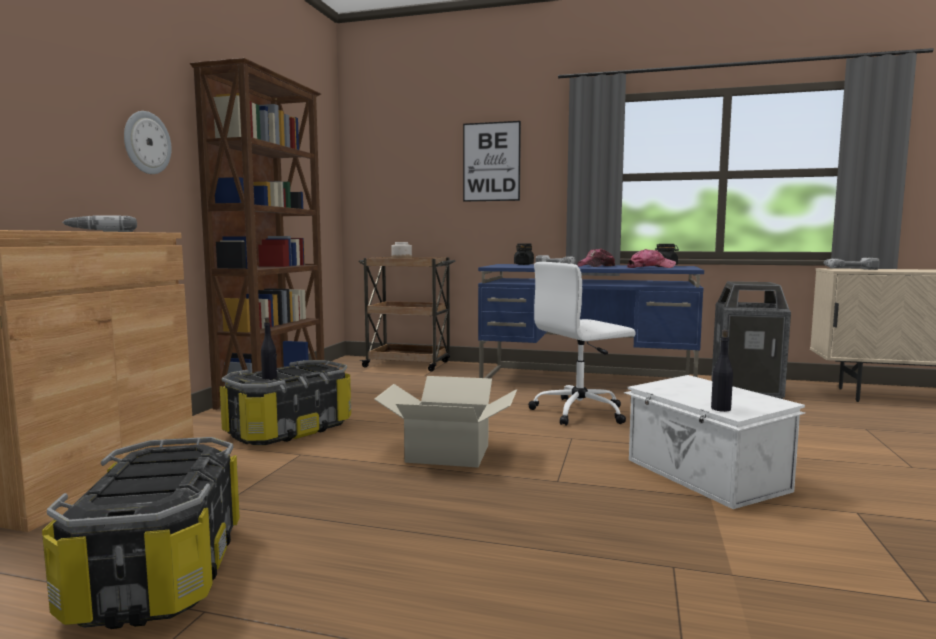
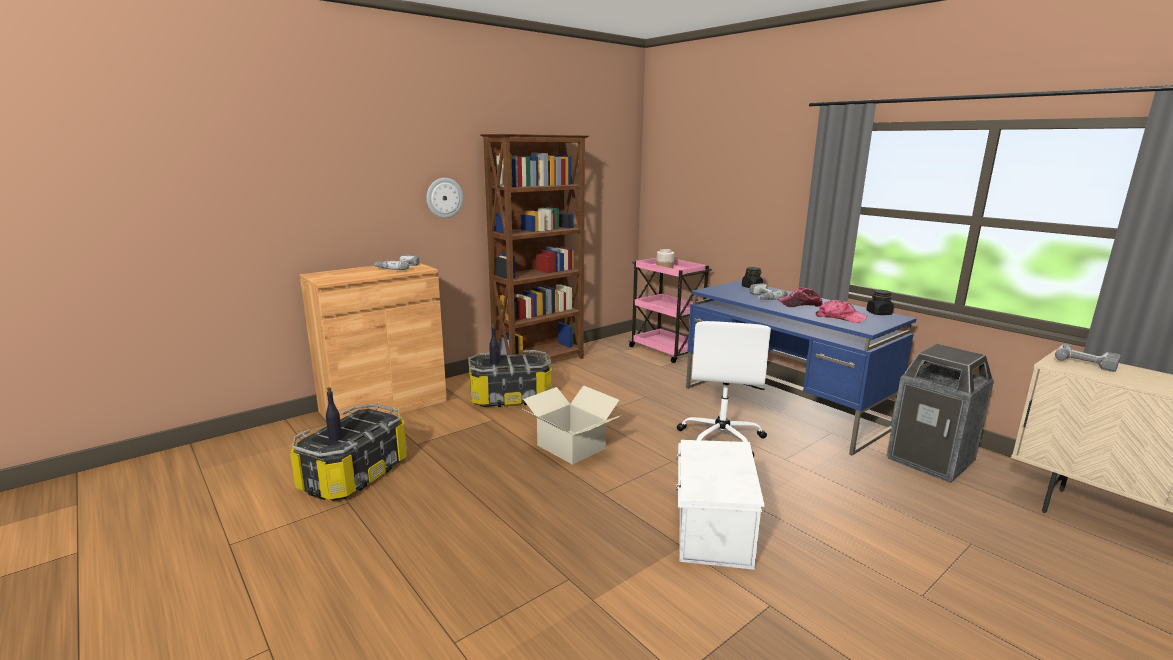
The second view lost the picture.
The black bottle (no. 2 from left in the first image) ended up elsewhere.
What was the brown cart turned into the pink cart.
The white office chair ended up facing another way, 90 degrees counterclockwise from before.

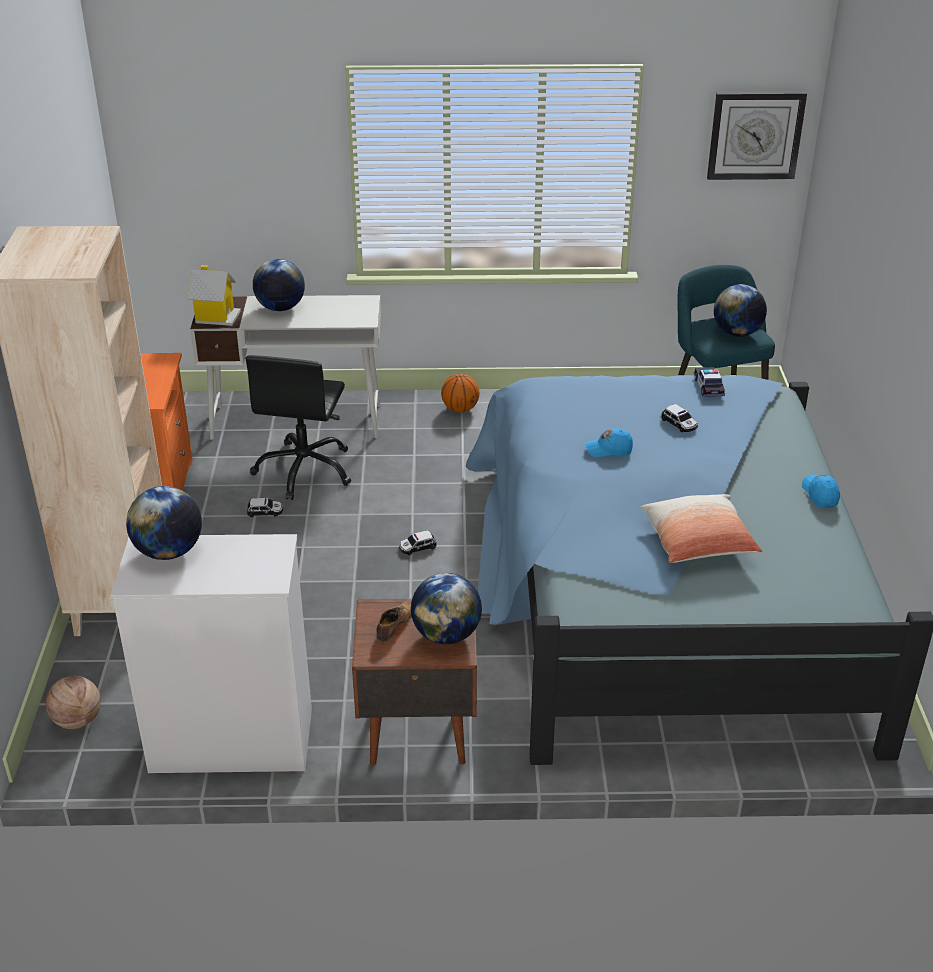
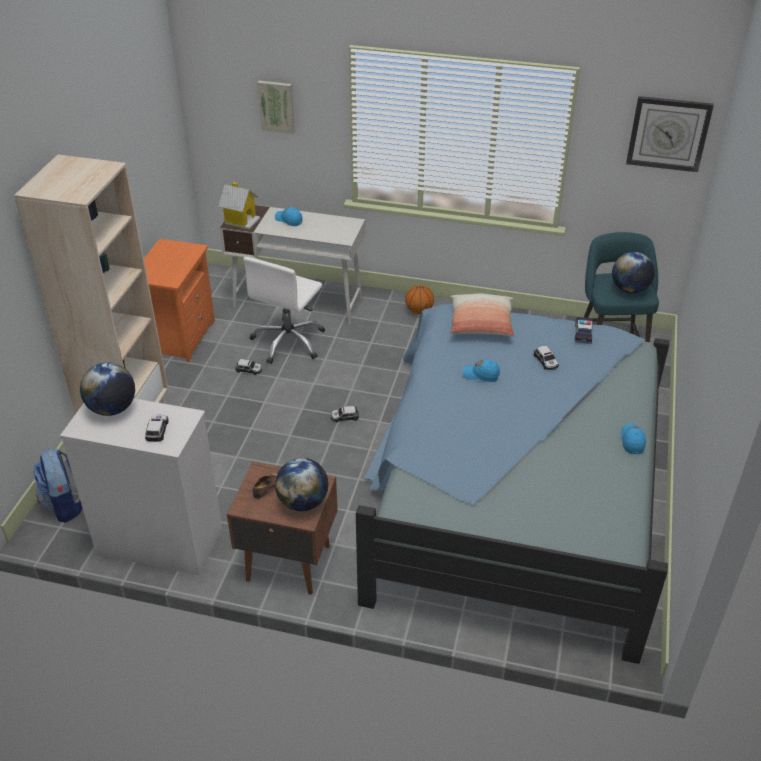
The second view gained the toy car (no. 1 from left).
The second view gained the picture.
The pillow ended up elsewhere.
Where the basketball (no. 1 from left) stood, the backpack came to stand.
Where the globe (no. 2 from left) stood, the blue cap (no. 1 from left) came to stand.
What was the black office chair turned into the white office chair.

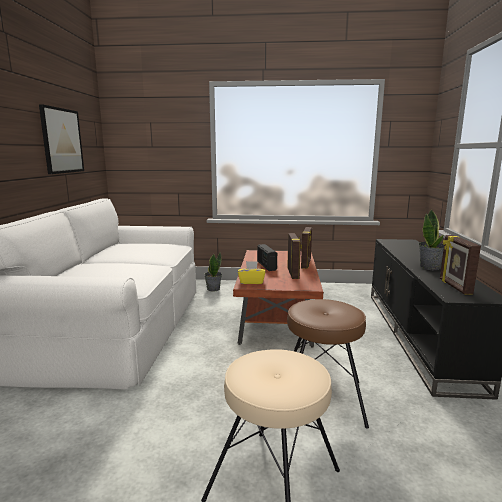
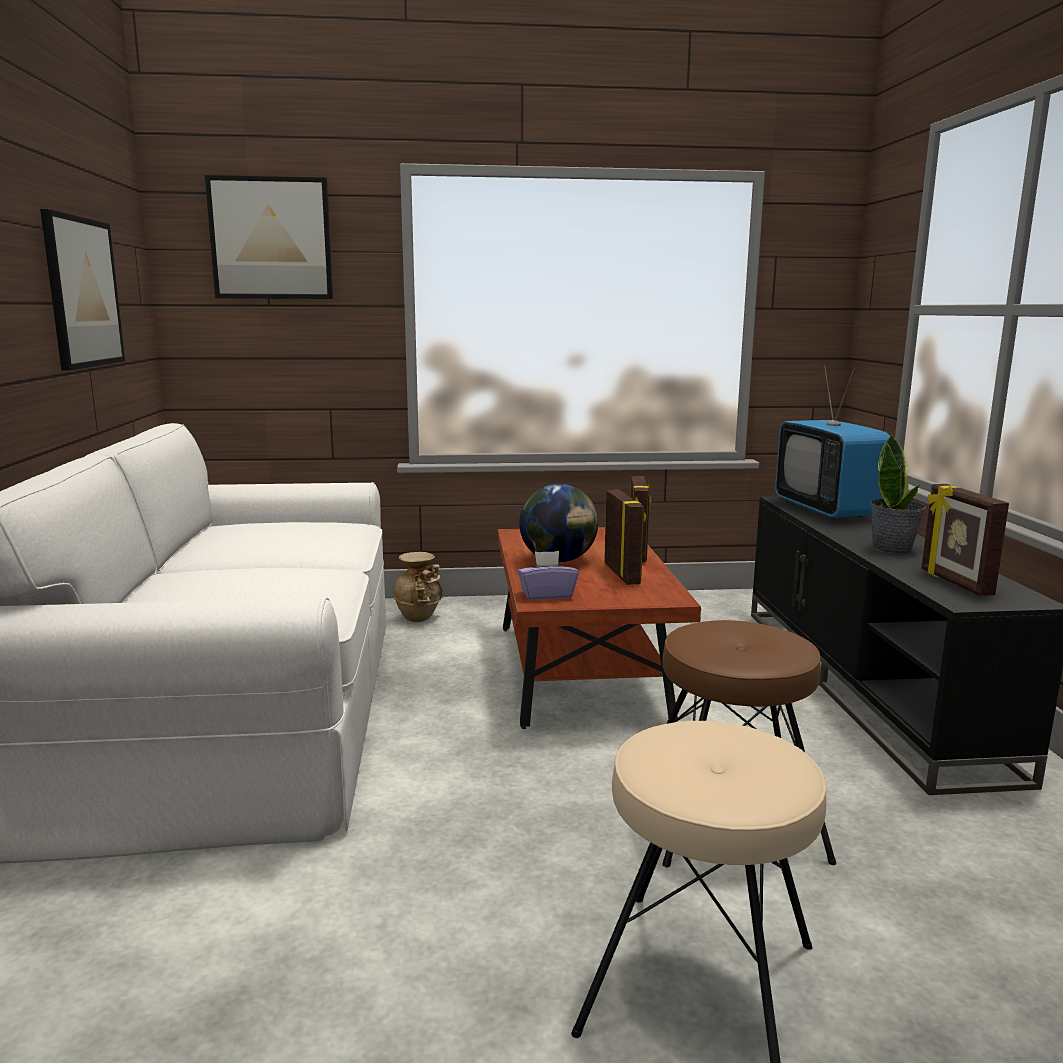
The second view gained the picture (no. 2 from left).
The second view gained the television.
Where the potted plant (no. 1 from left) stood, the beige vase came to stand.
Where the radio stood, the globe came to stand.
What was the yellow tissue box turned into the purple tissue box.

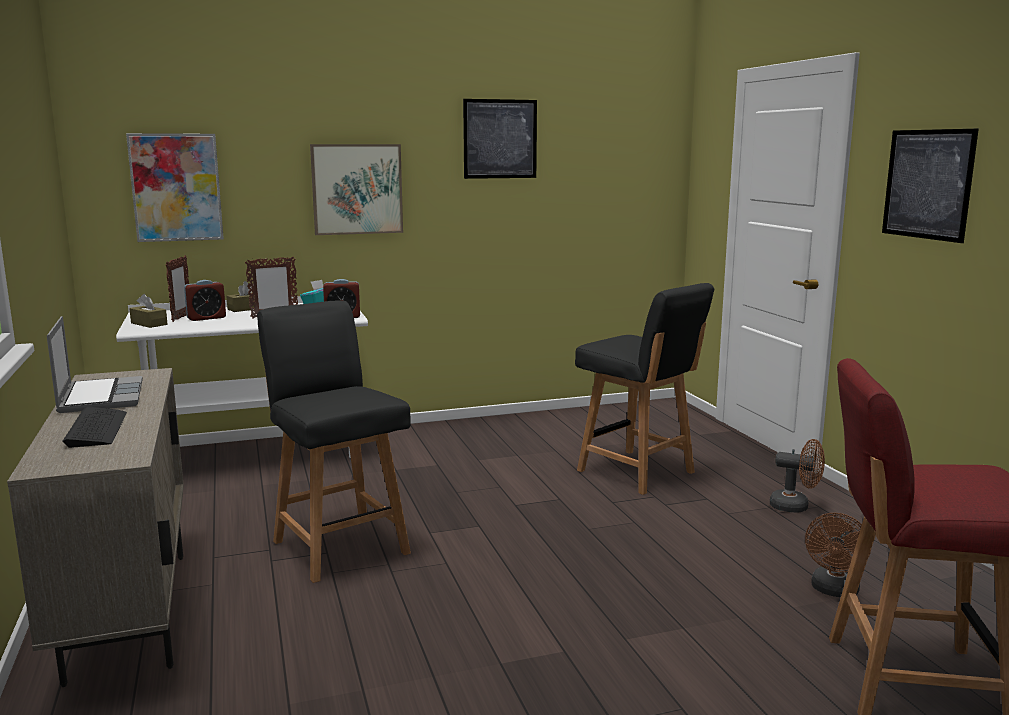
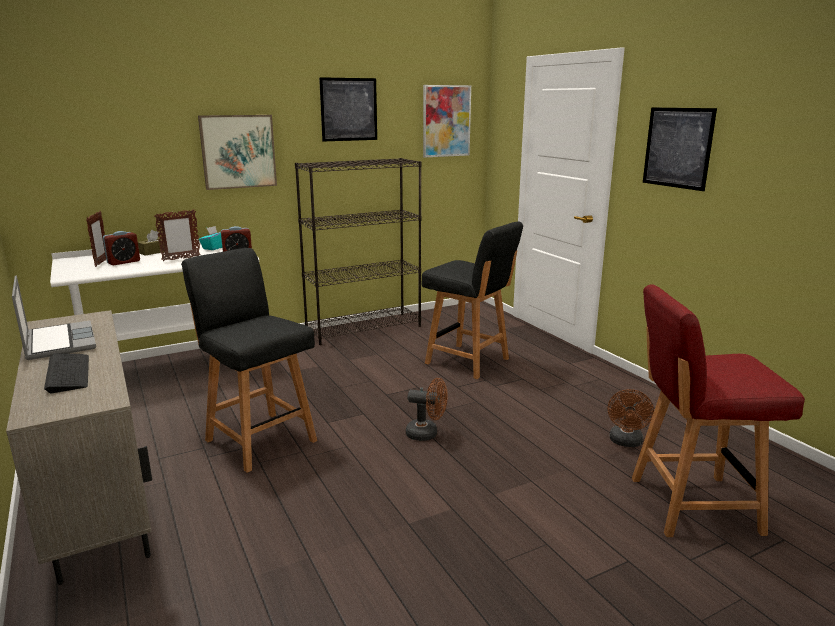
The second view lost the brown tissue box (no. 1 from left).
The second view gained the black bookcase.
The picture (no. 1 from left in the first image) ended up elsewhere.
The brown fan (no. 1 from left) ended up elsewhere.

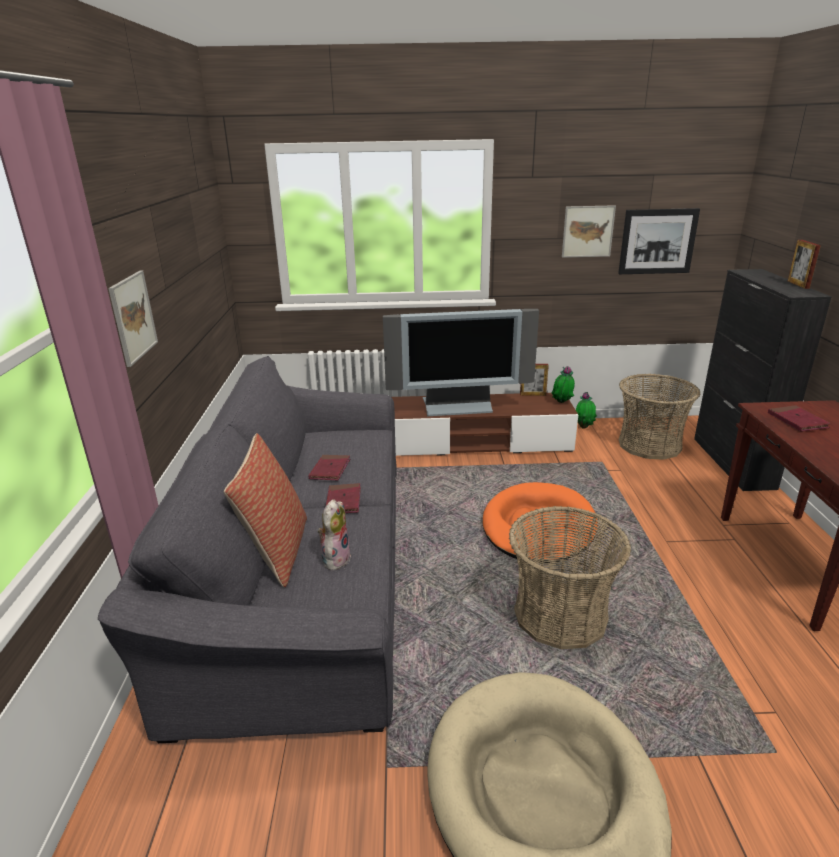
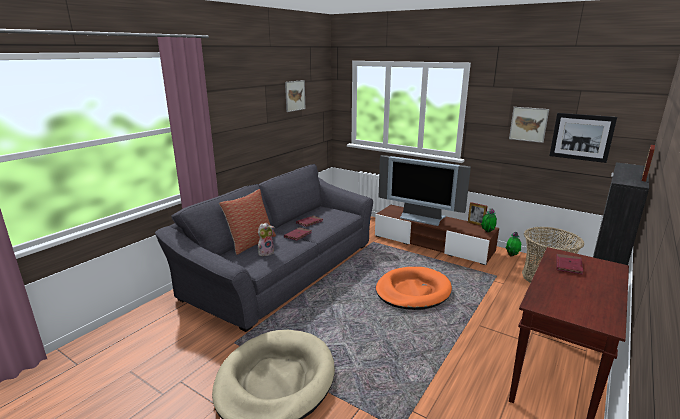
The second view lost the basket (no. 1 from left).
The picture (no. 1 from left) ended up elsewhere.

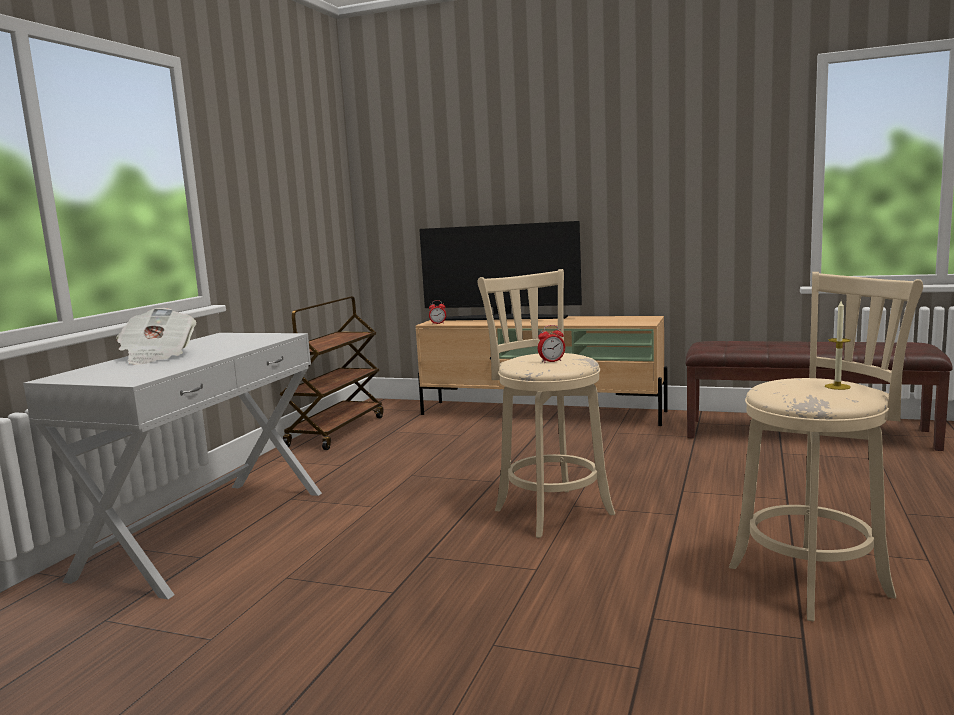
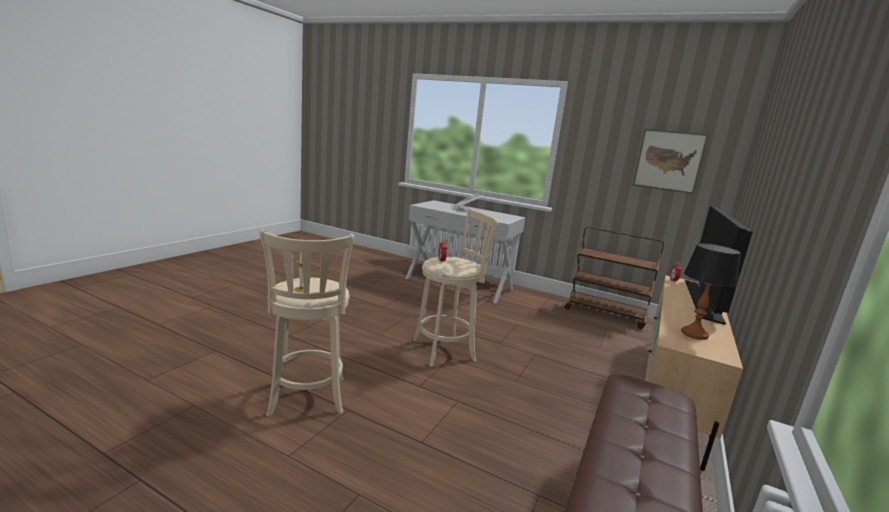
The second view gained the picture.
The second view gained the table lamp.

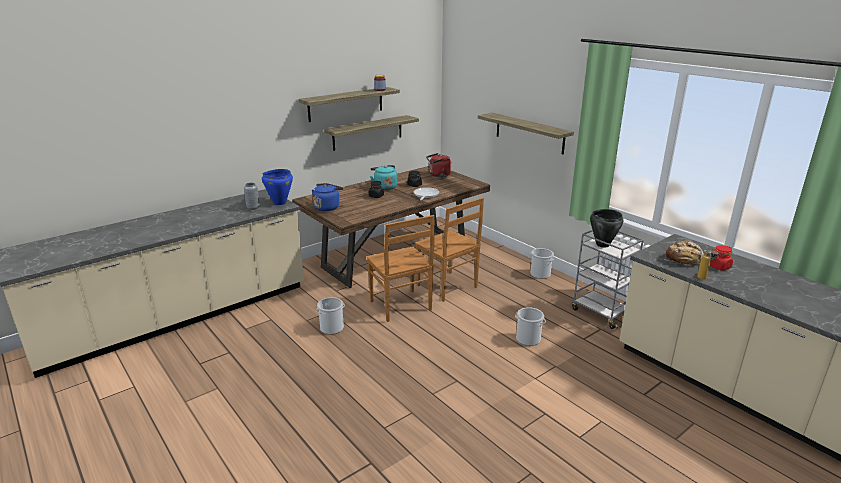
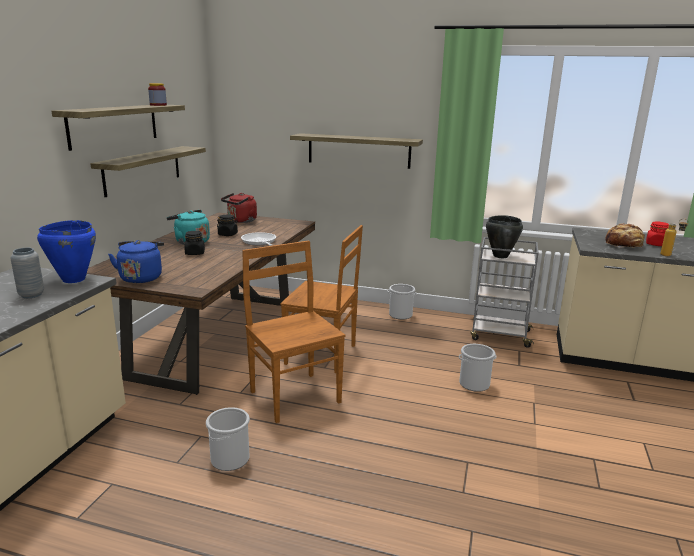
The brown chair (no. 1 from left) ended up facing another way, 150 degrees counterclockwise from before.

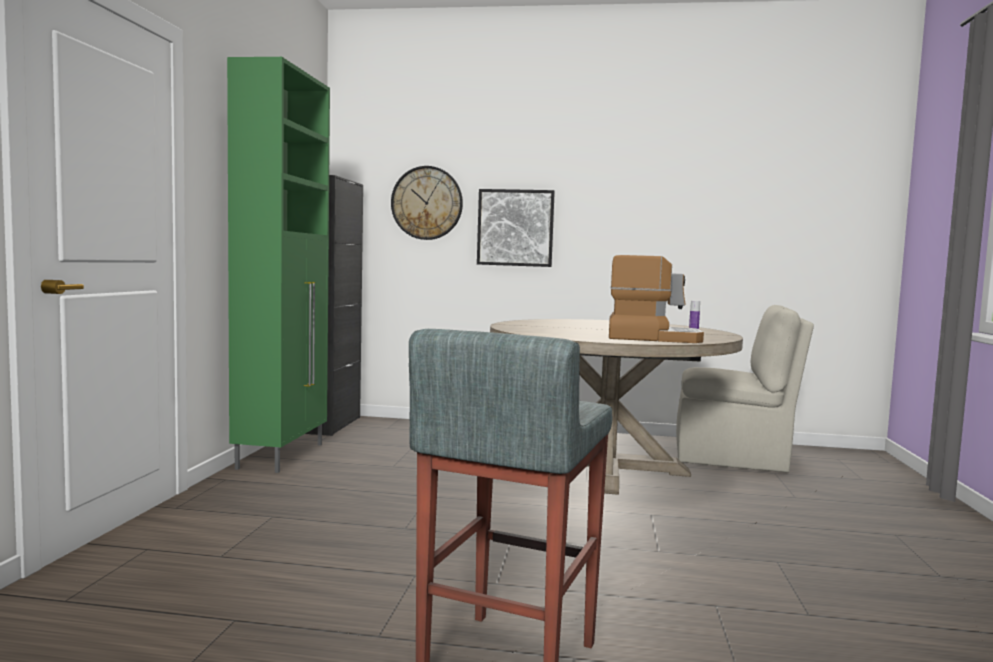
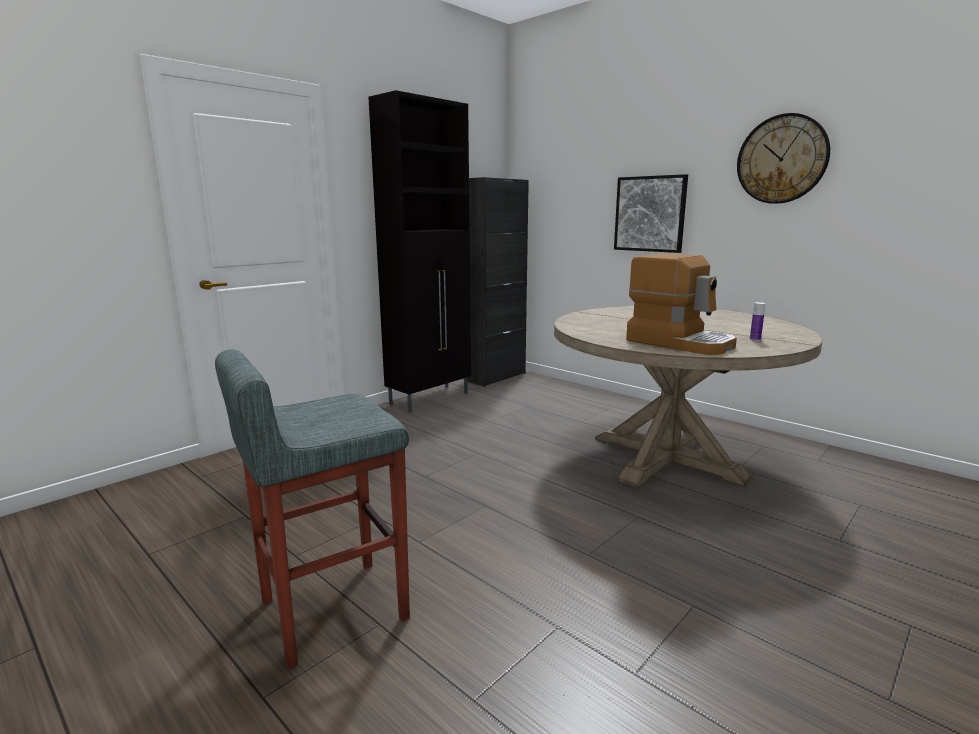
The second view lost the beige chair.
The wall clock ended up elsewhere.
What was the green cabinet turned into the black cabinet (no. 1 from left).

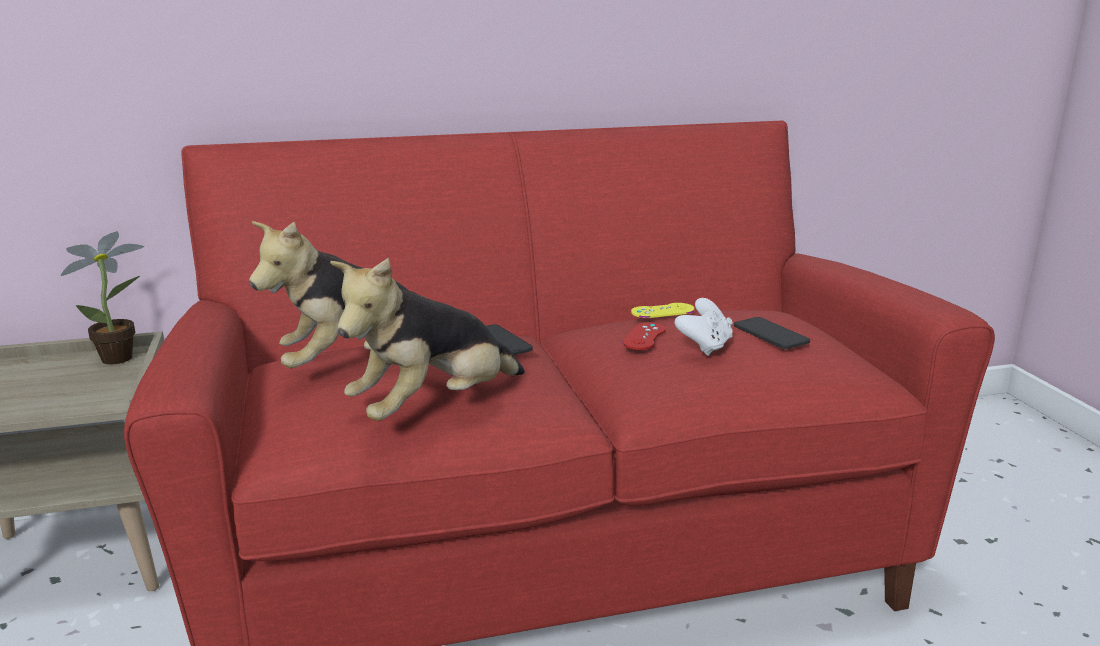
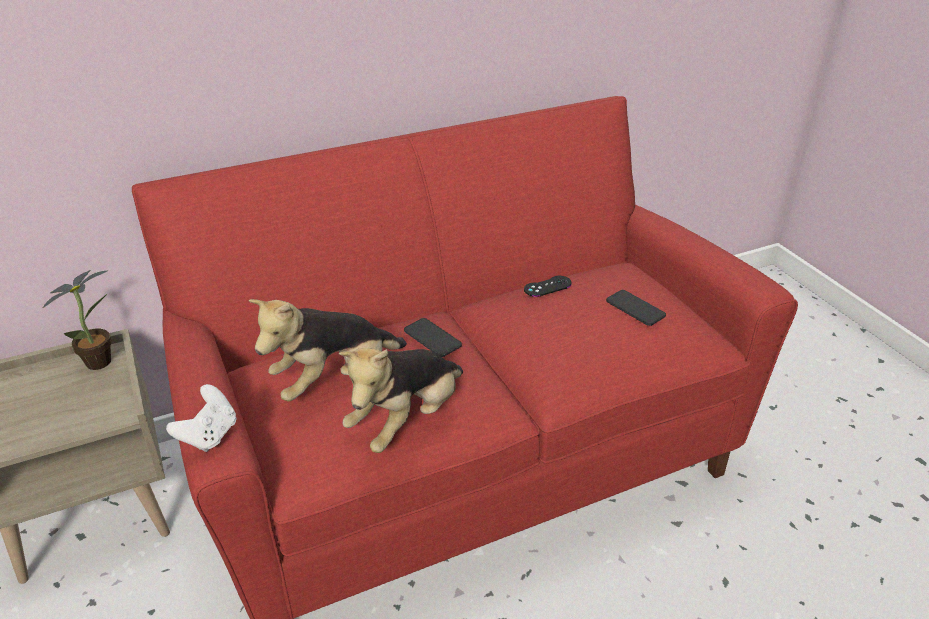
The second view lost the red game controller.
The white game controller ended up elsewhere.
What was the yellow game controller turned into the black game controller.

